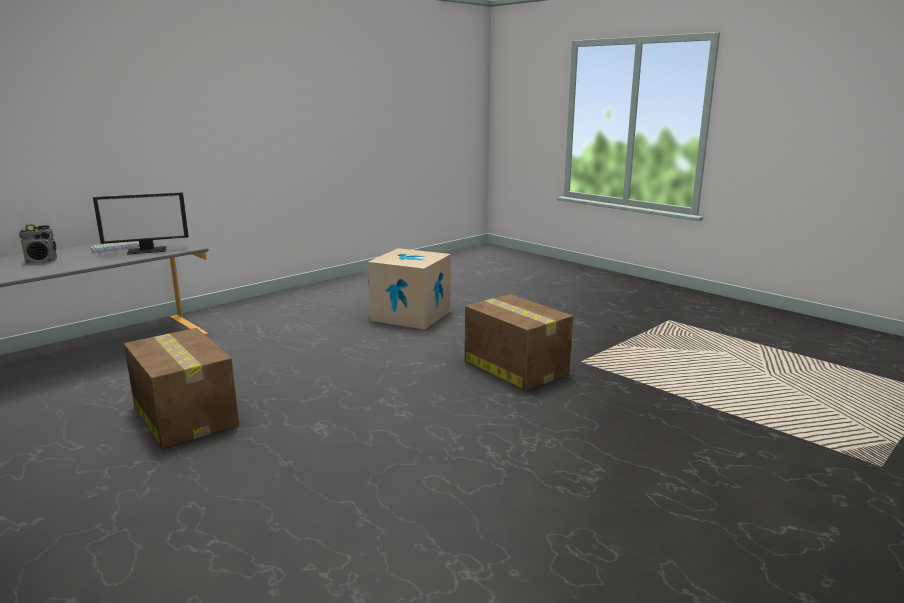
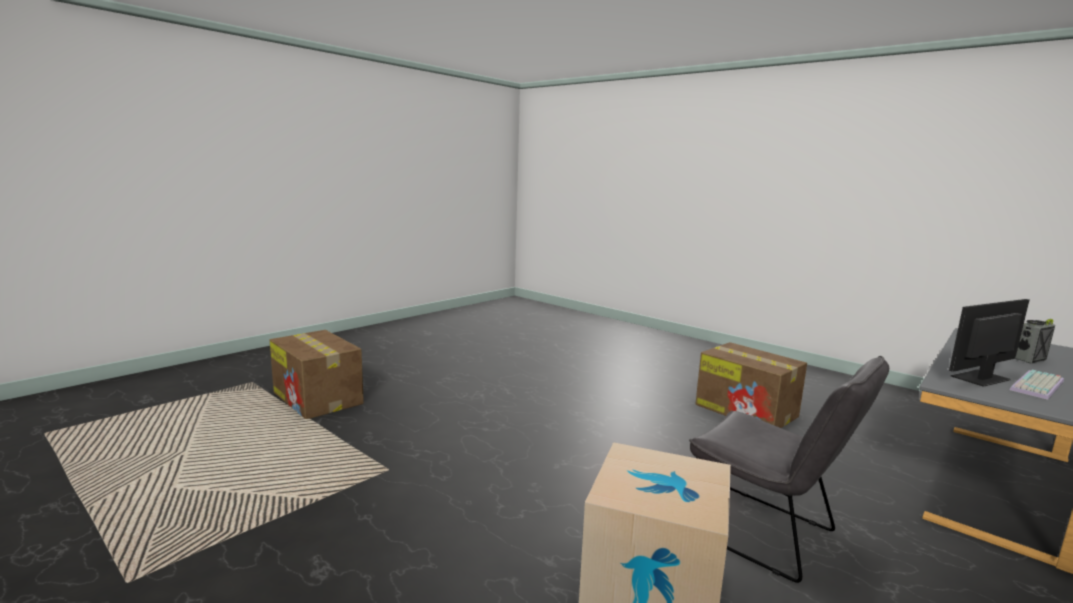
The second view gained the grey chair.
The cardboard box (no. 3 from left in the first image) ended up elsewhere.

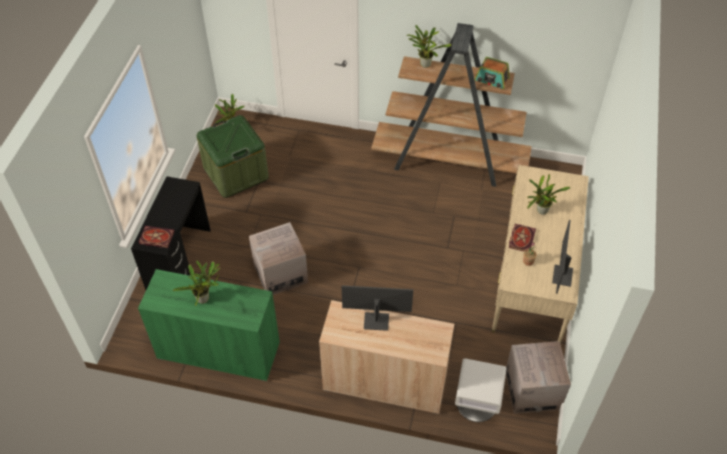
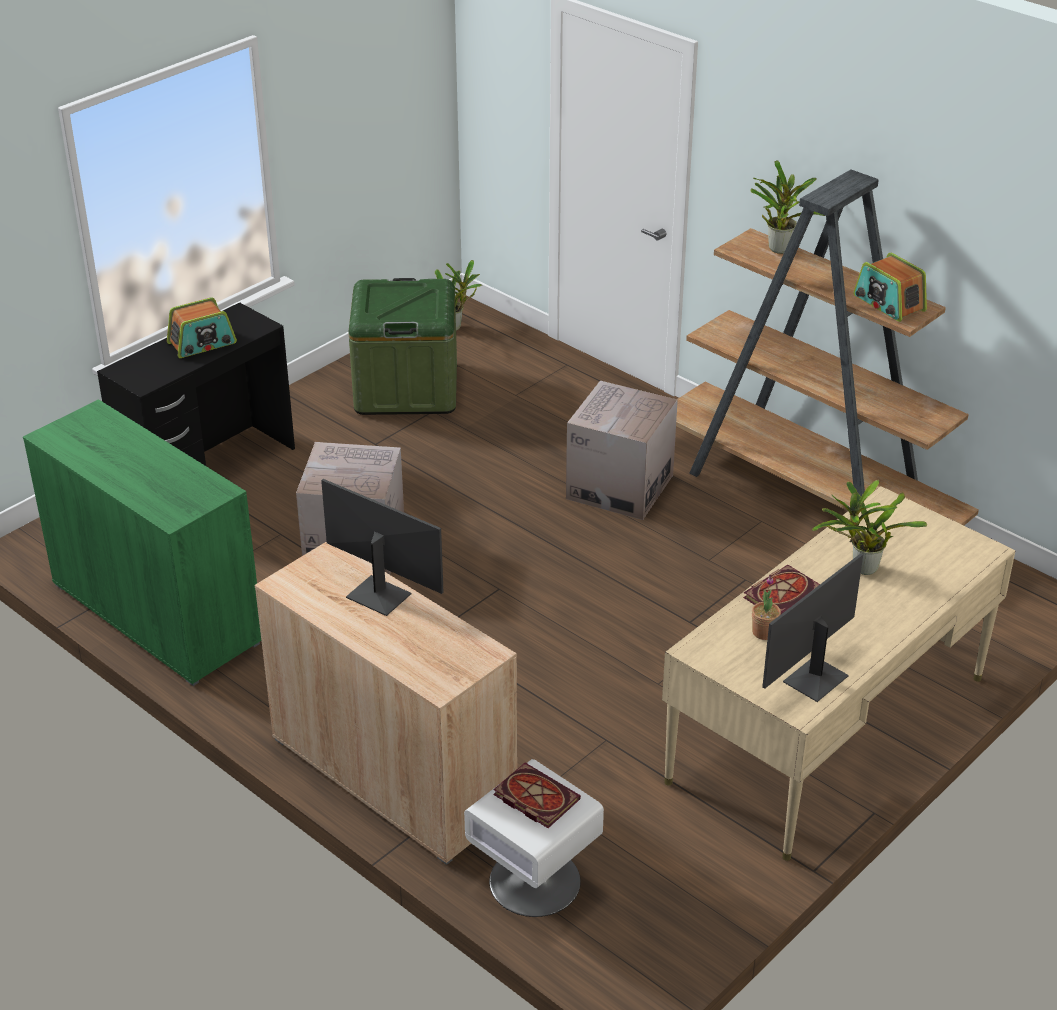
The second view lost the potted plant (no. 1 from left).
The second view gained the radio (no. 1 from left).
The book (no. 1 from left) ended up elsewhere.
The cardboard box (no. 2 from left) ended up elsewhere.

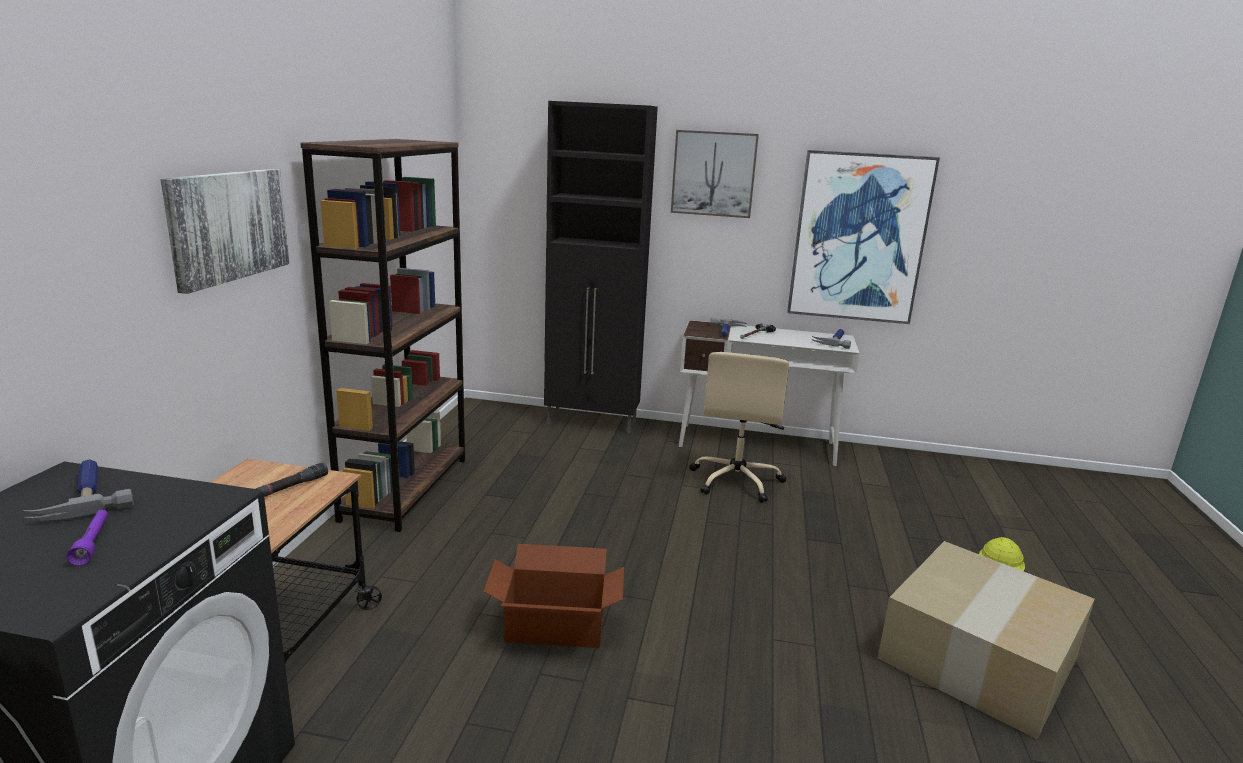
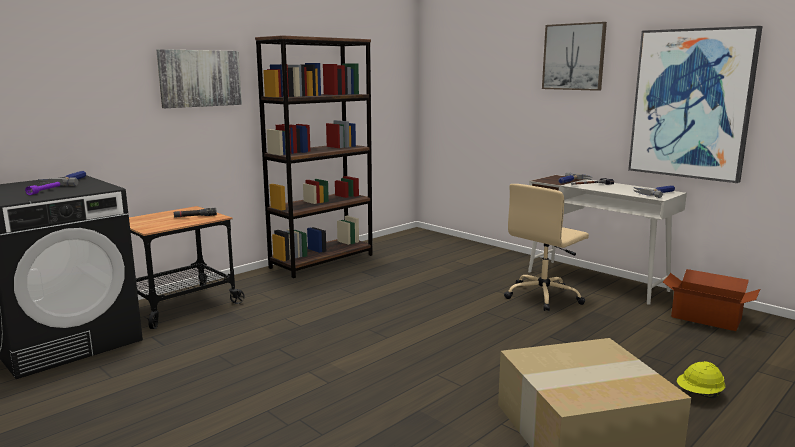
The second view lost the black cabinet.
The cardboard box (no. 1 from left in the first image) ended up elsewhere.

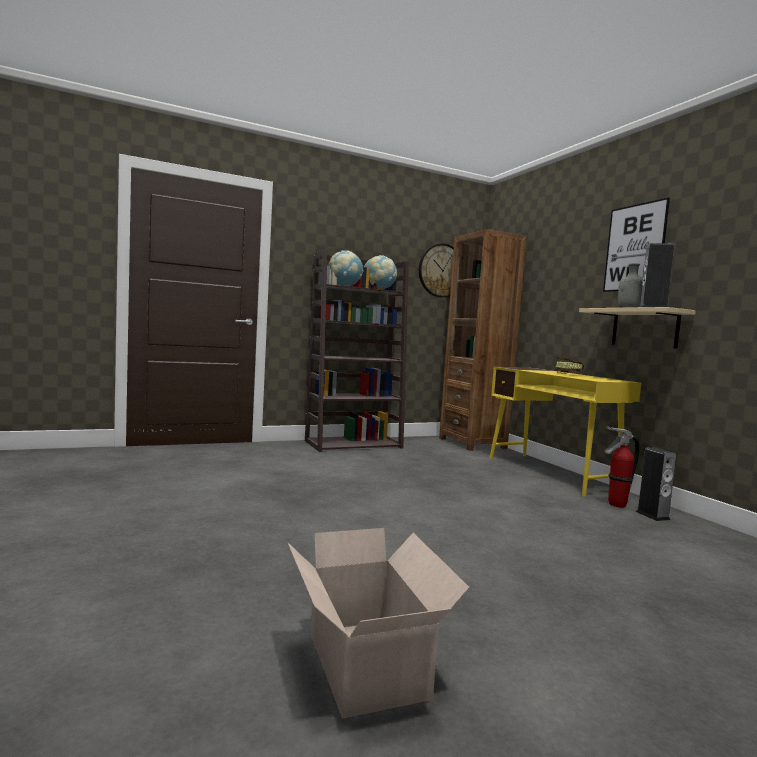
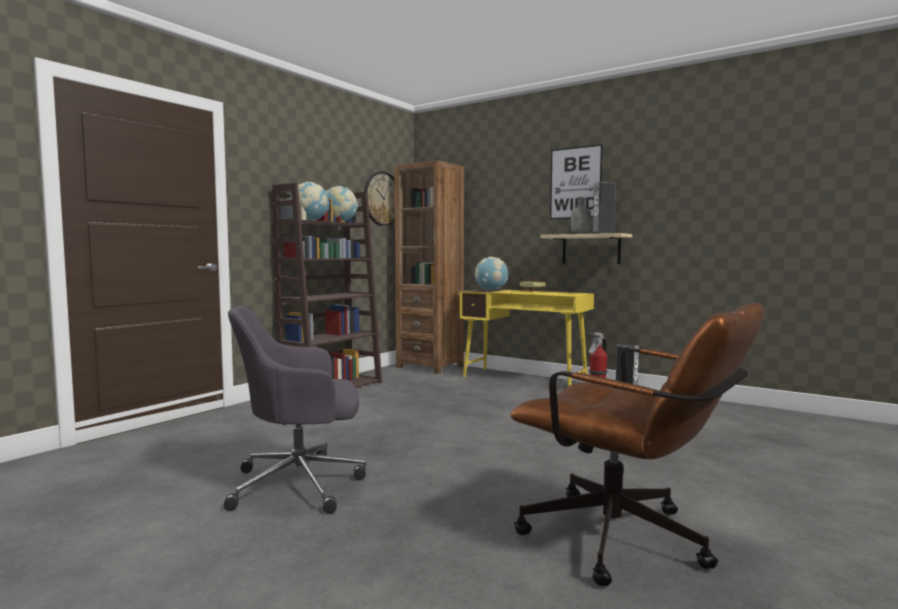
The second view gained the grey office chair.
The second view gained the globe (no. 3 from left).
Where the cardboard box stood, the brown office chair came to stand.

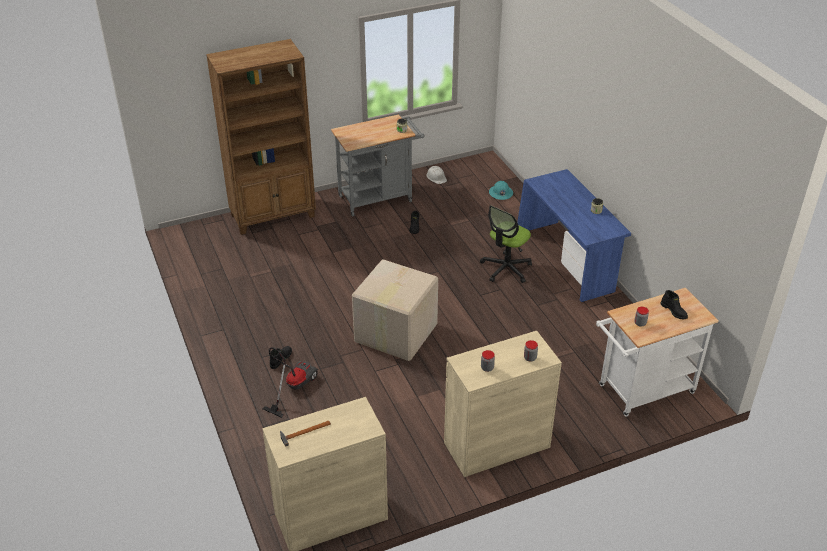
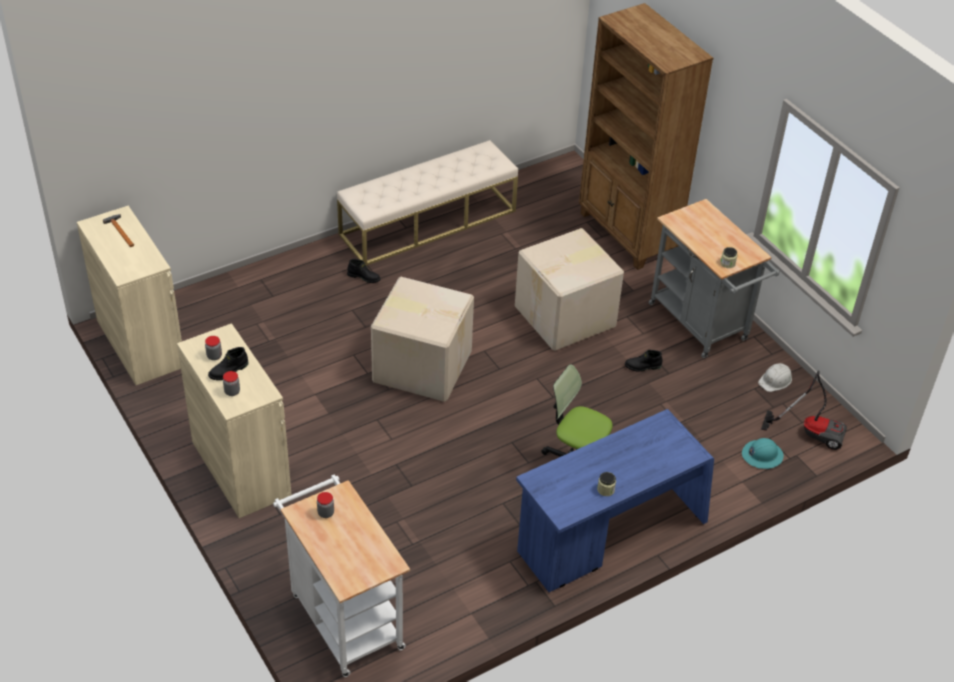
The second view gained the beige bench.
The second view gained the cardboard box (no. 2 from left).
The vacuum cleaner ended up elsewhere.
The black boot (no. 3 from left in the first image) ended up elsewhere.

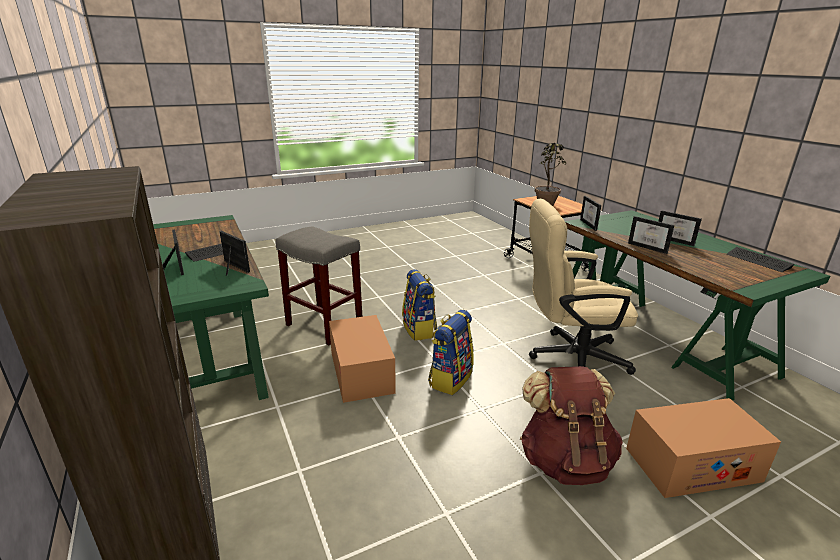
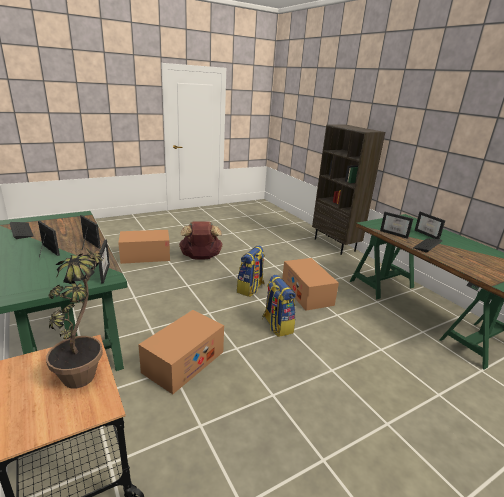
The second view lost the grey stool.
The second view lost the beige office chair.
The second view gained the cardboard box (no. 2 from left).

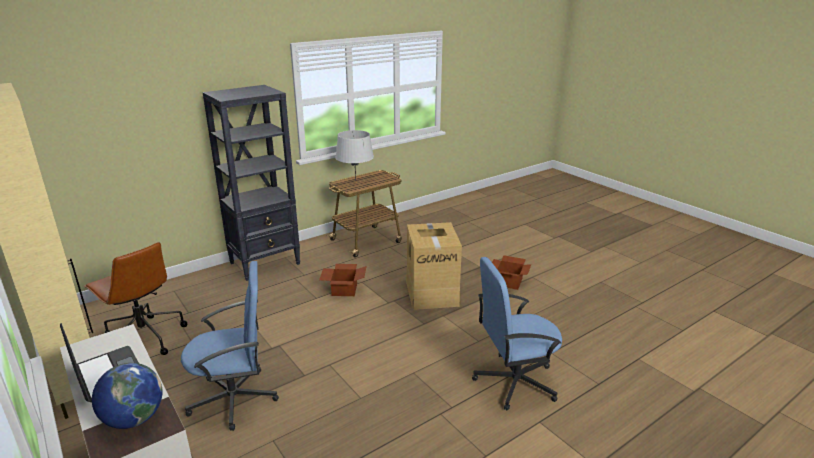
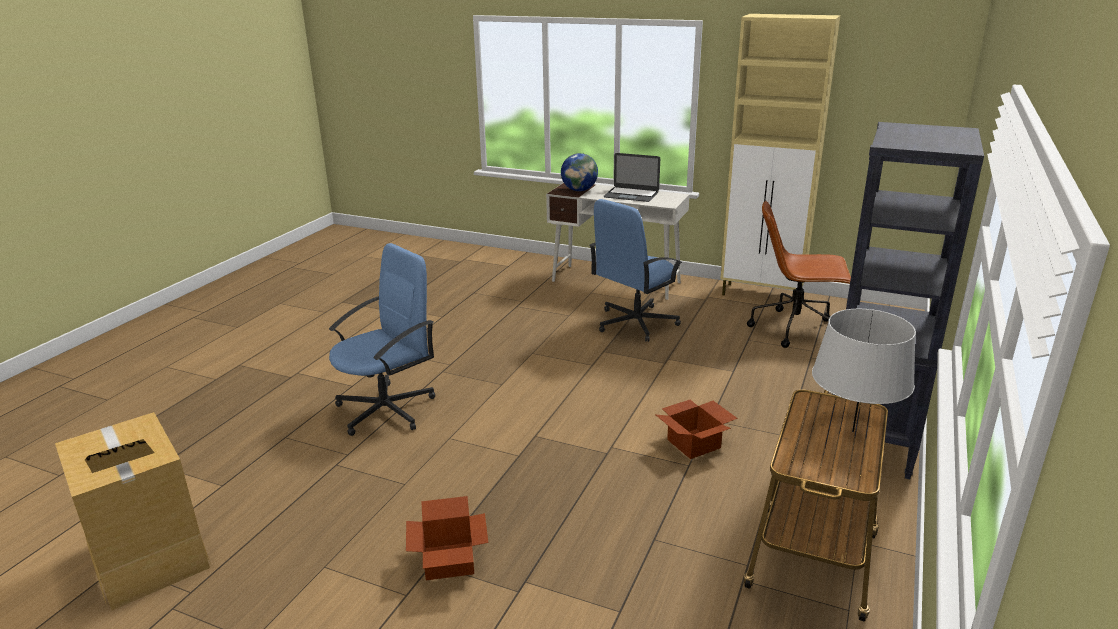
The cardboard box (no. 2 from left in the first image) ended up elsewhere.

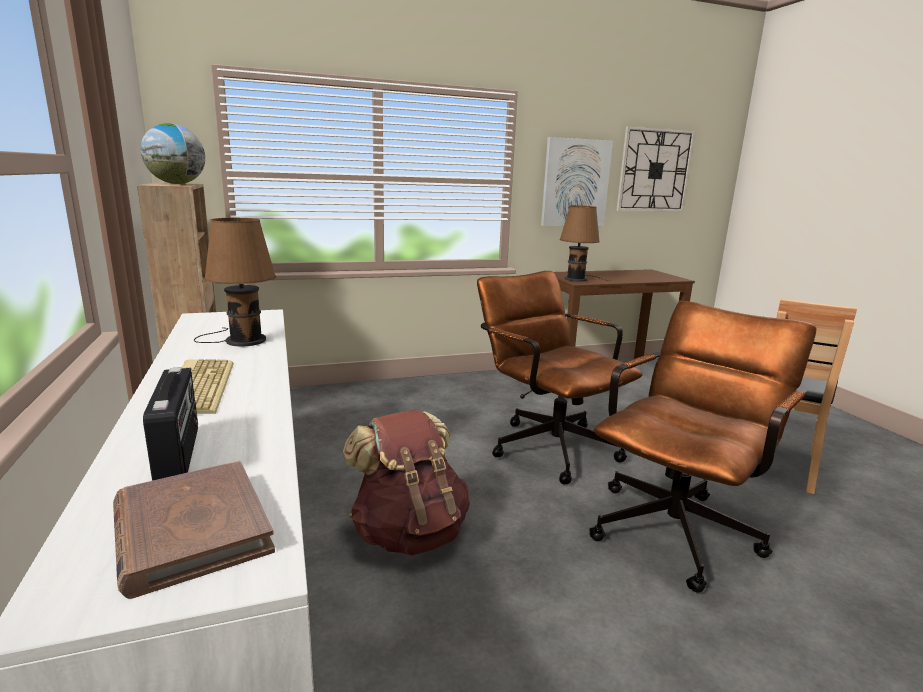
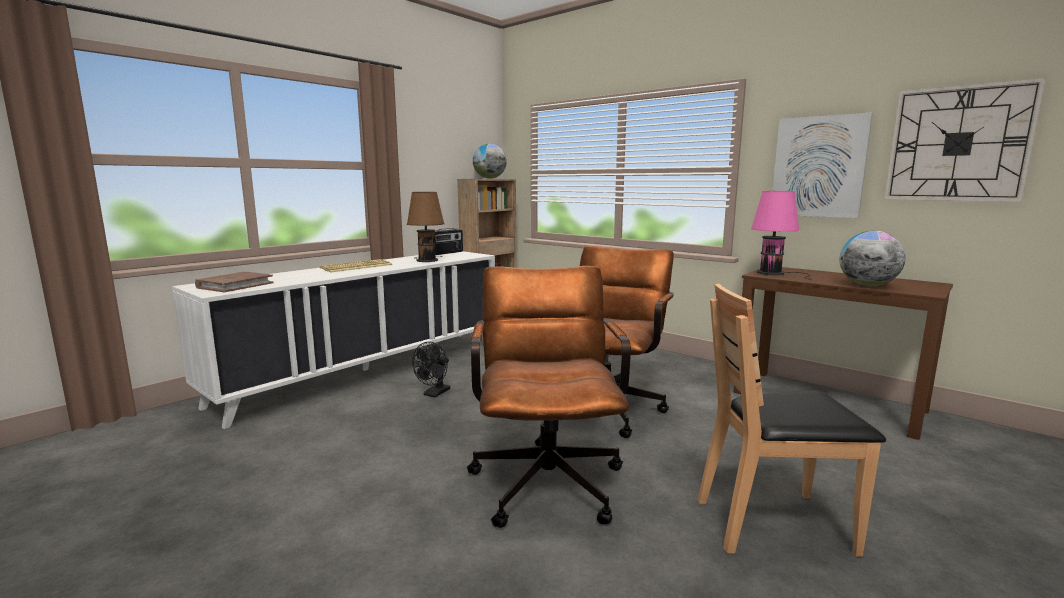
The second view gained the globe (no. 2 from left).
The radio ended up elsewhere.
Where the brown backpack stood, the black fan came to stand.
What was the brown table lamp (no. 2 from left) turned into the pink table lamp.
The brown office chair (no. 2 from left in the first image) ended up facing another way, 105 degrees counterclockwise from before.

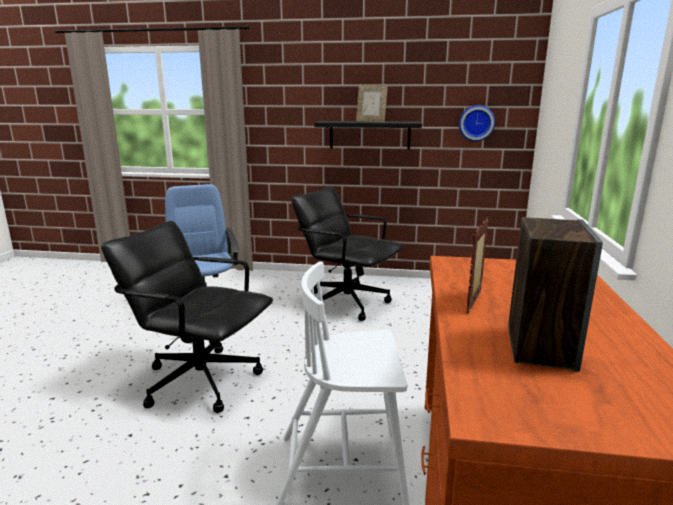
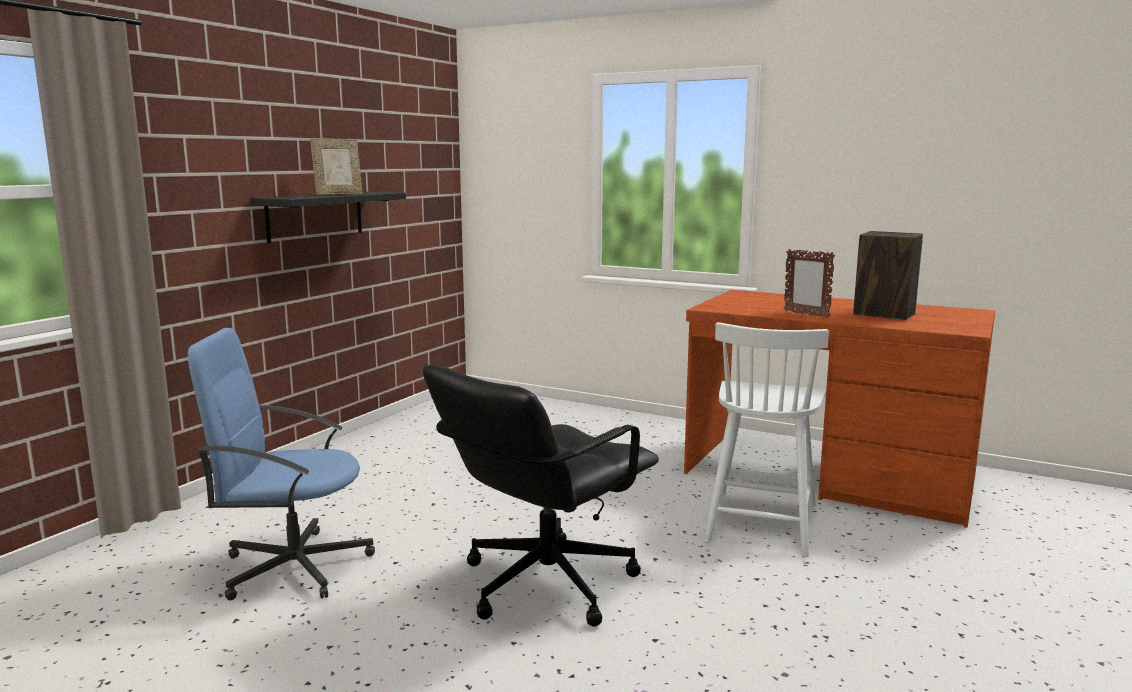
The second view lost the black office chair (no. 2 from left).
The second view lost the wall clock.

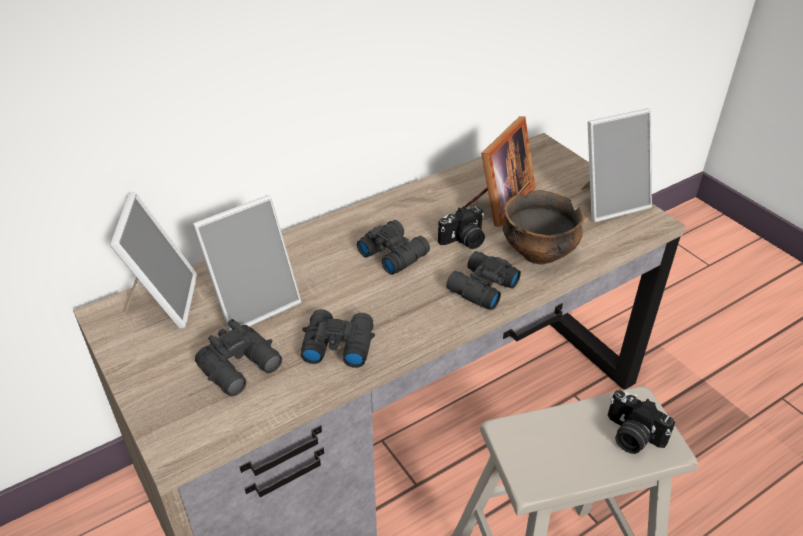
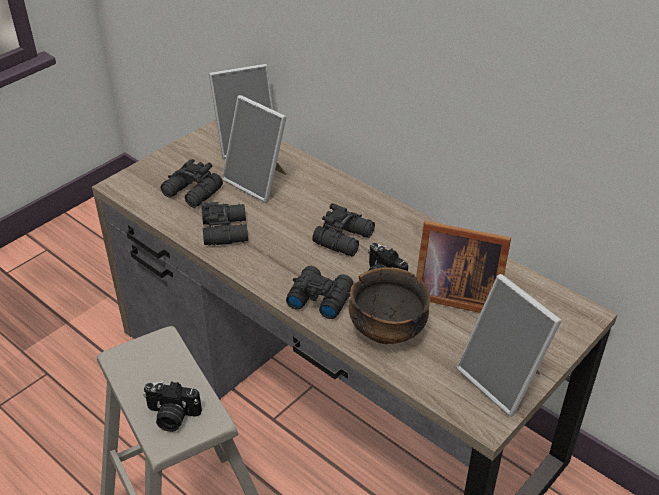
The photo camera (no. 2 from left in the first image) ended up facing another way, 105 degrees counterclockwise from before.

